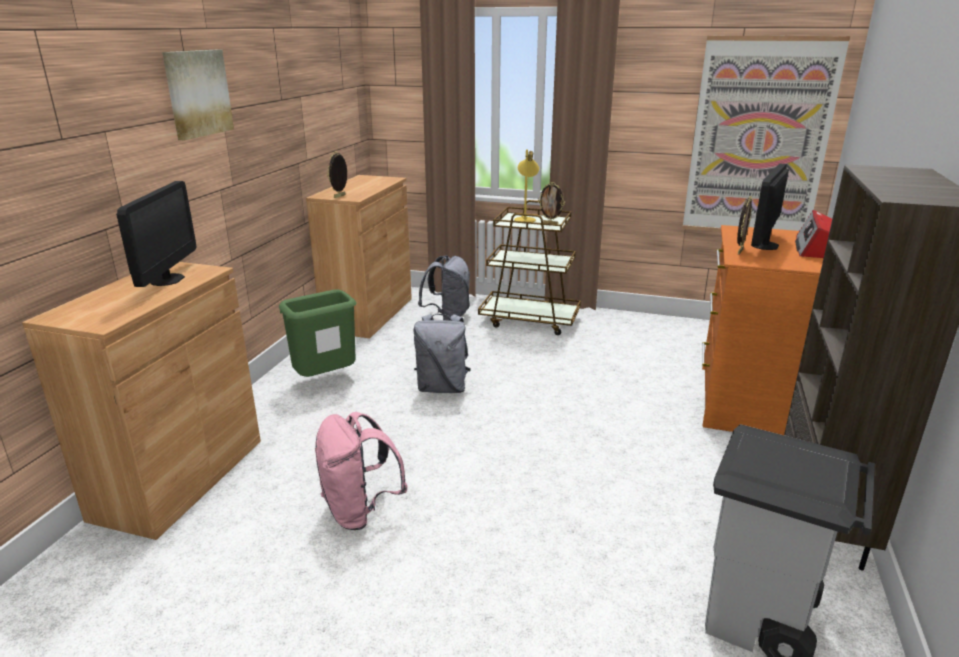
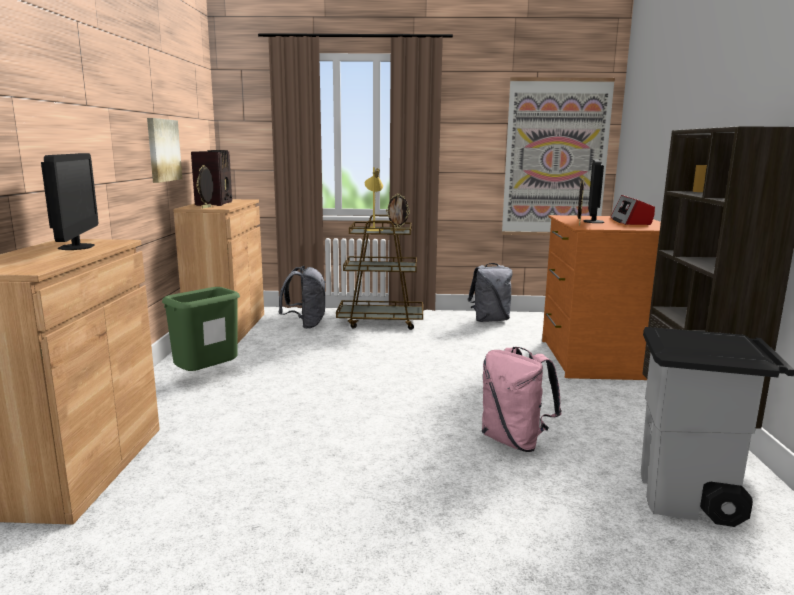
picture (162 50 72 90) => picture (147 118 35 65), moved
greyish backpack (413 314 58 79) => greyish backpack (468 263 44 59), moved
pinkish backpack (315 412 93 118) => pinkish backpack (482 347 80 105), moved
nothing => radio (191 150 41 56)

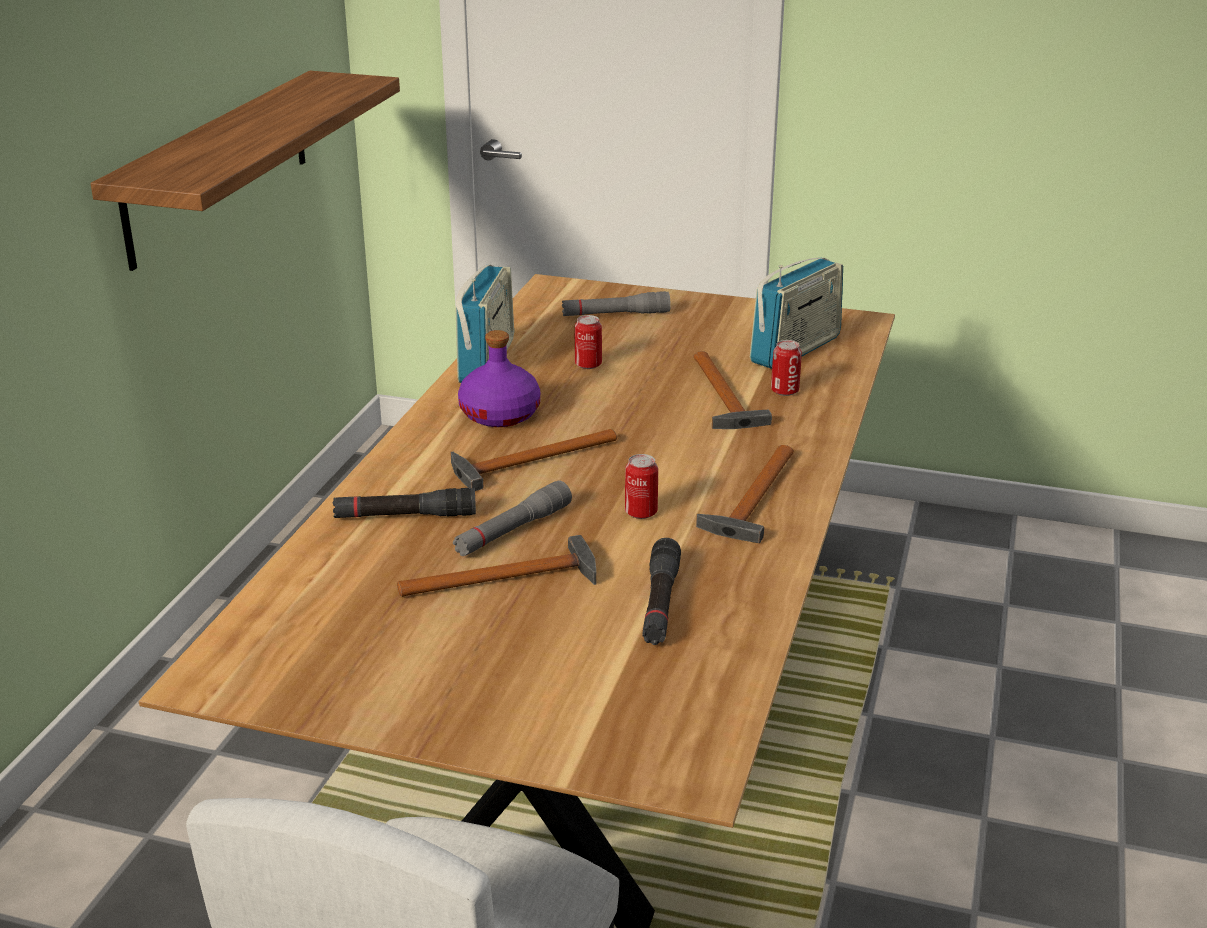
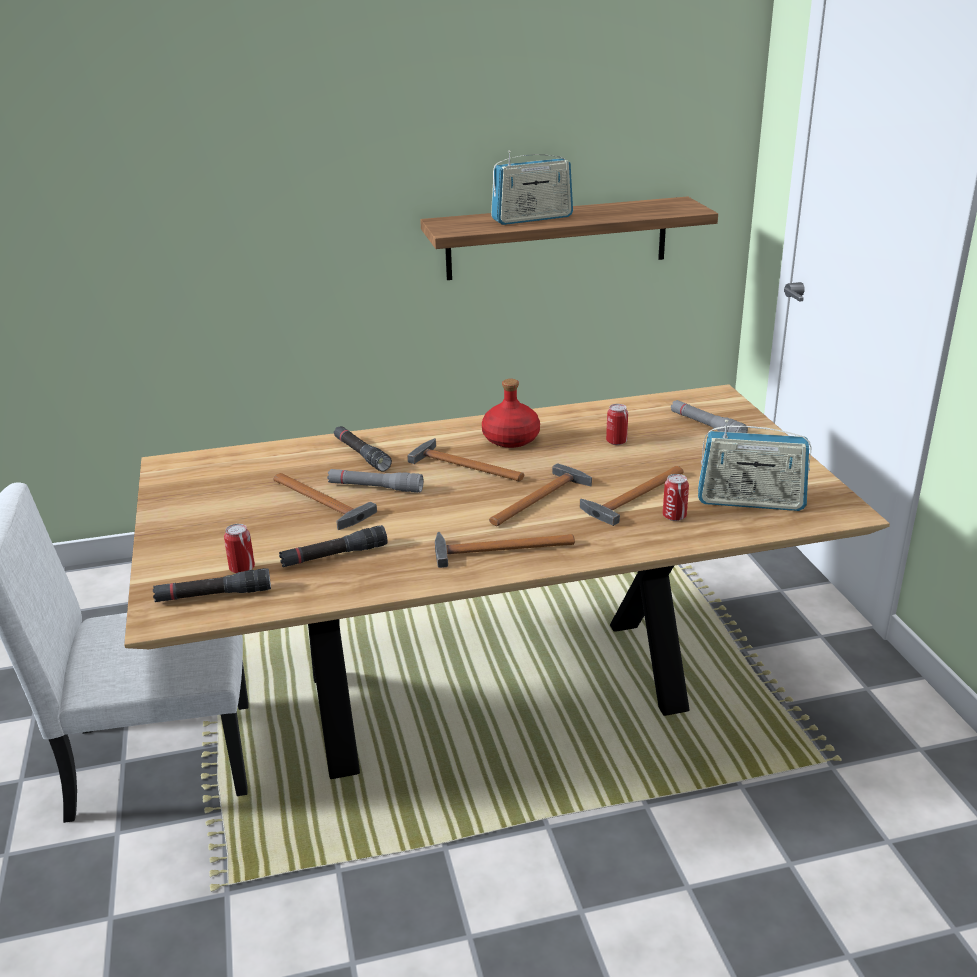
radio (455 264 59 119) => radio (491 150 82 75), moved
purplish beverage bottle (458 330 82 97) => reddish beverage bottle (482 379 58 69)
metal can (625 454 33 65) => metal can (224 524 31 49), moved
nothing => hammer (489 463 103 63)
nothing => blackish flashlight (153 568 118 34)

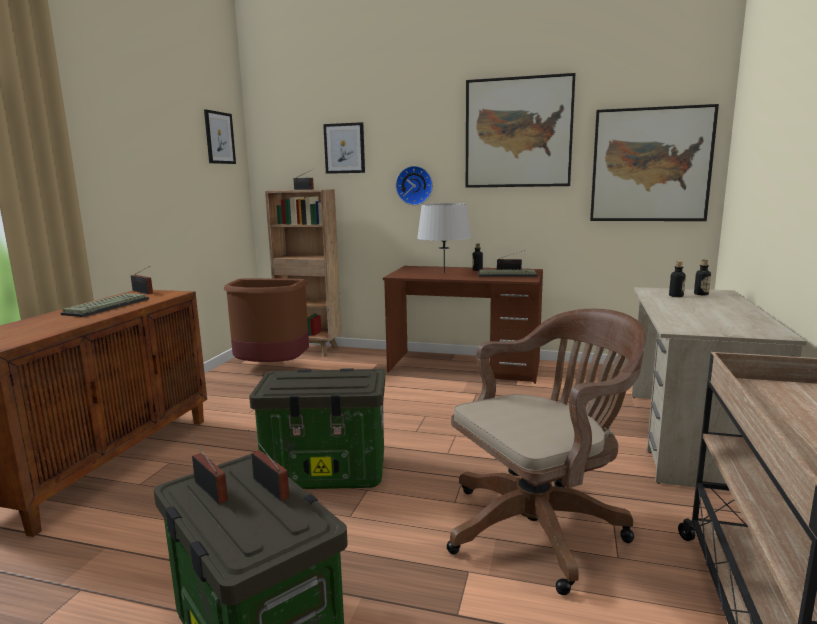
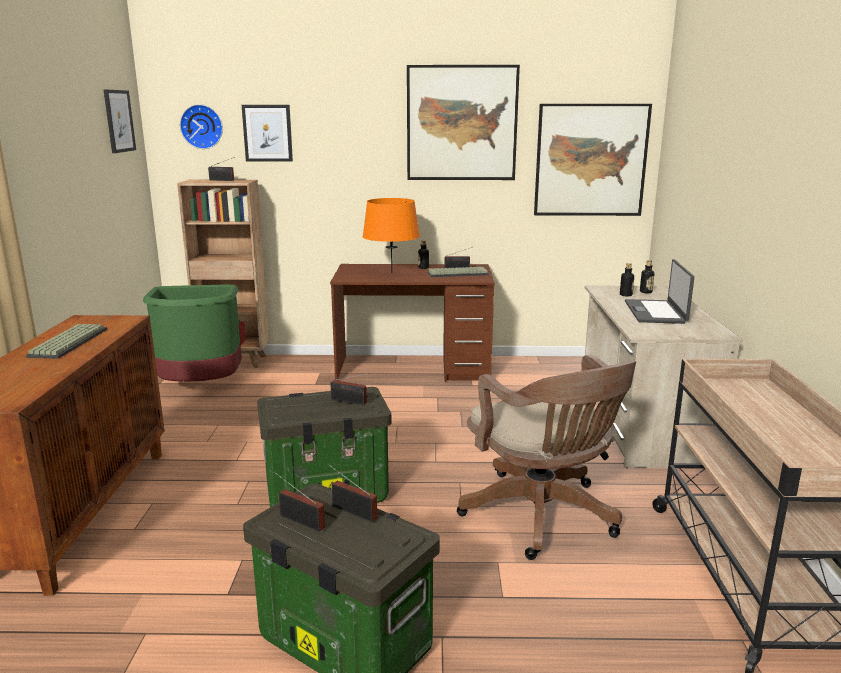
clock on the wall (396 166 37 39) => clock on the wall (180 104 43 45), moved
greyish table lamp (417 203 54 70) => orange-coloured table lamp (363 198 57 76)
radio (131 266 22 28) => radio (330 373 39 32), moved
brown trash can (224 278 85 84) => green trash can (143 284 99 98)
brown computer chair (447 309 199 286) => brown computer chair (457 355 179 205), 105 degrees clockwise
nothing => notebook computer (625 259 69 65)

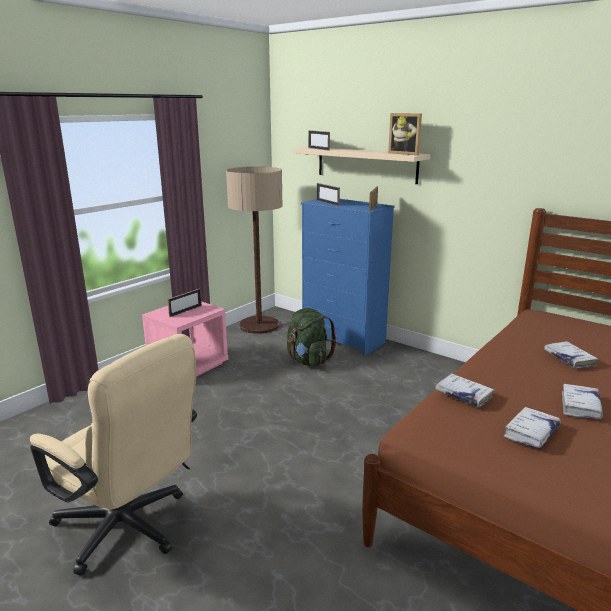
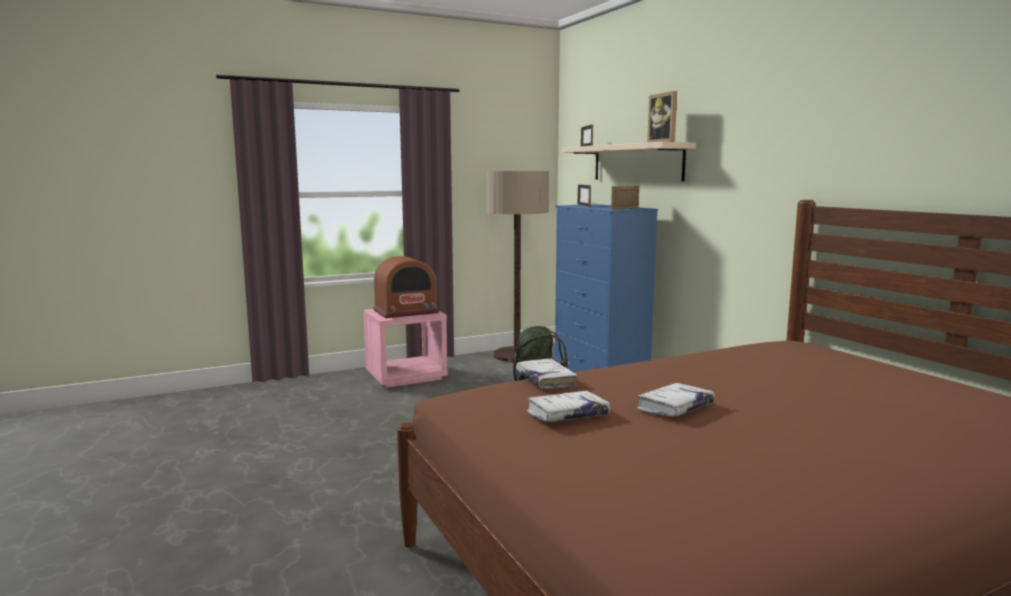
standing frame (167 288 35 29) => radio (373 256 66 62)
beige computer chair (30 334 167 242) => nothing
white book (544 341 55 27) => nothing

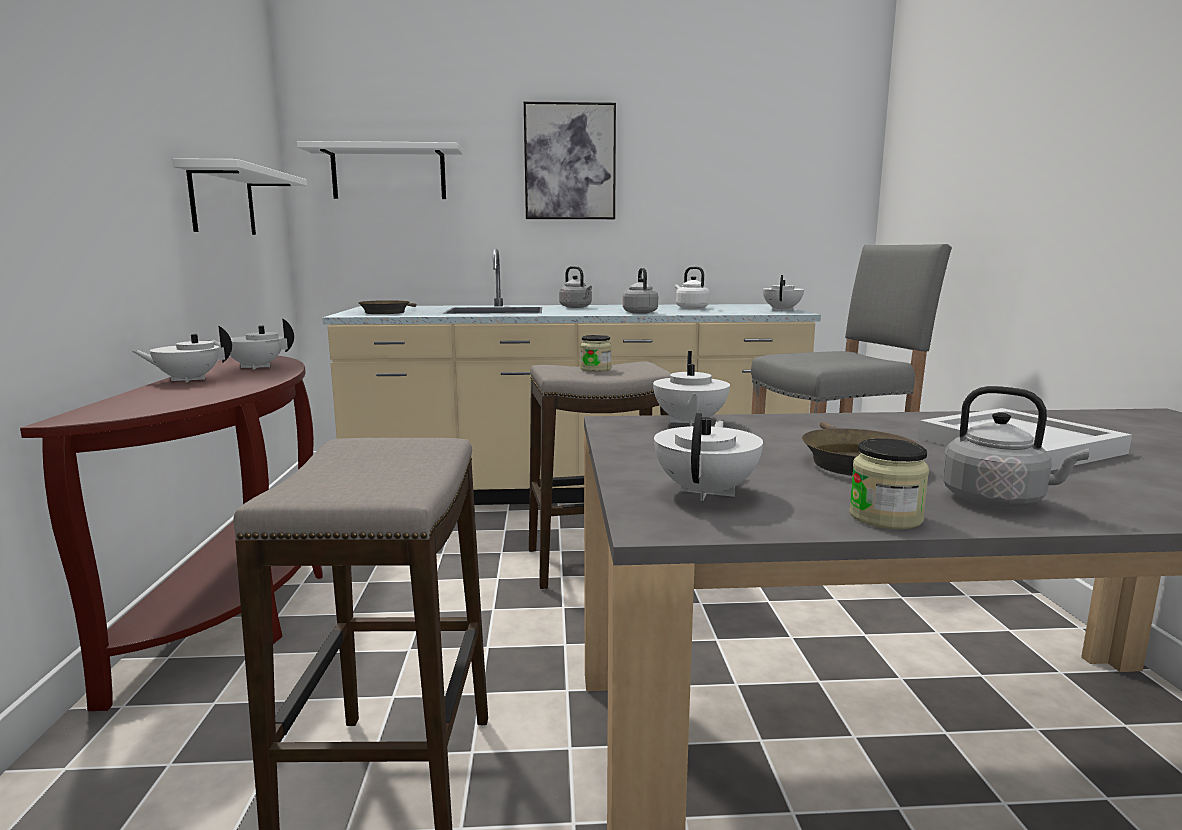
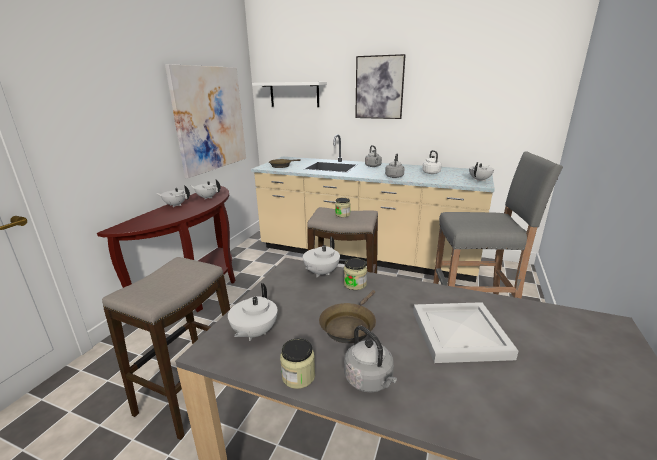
white bracket shelf (173 158 134 77) => picture (165 64 81 114)
white teapot (654 413 109 88) => white teapot (228 283 50 58), 150 degrees clockwise
nothing => storage jar (344 258 23 32)

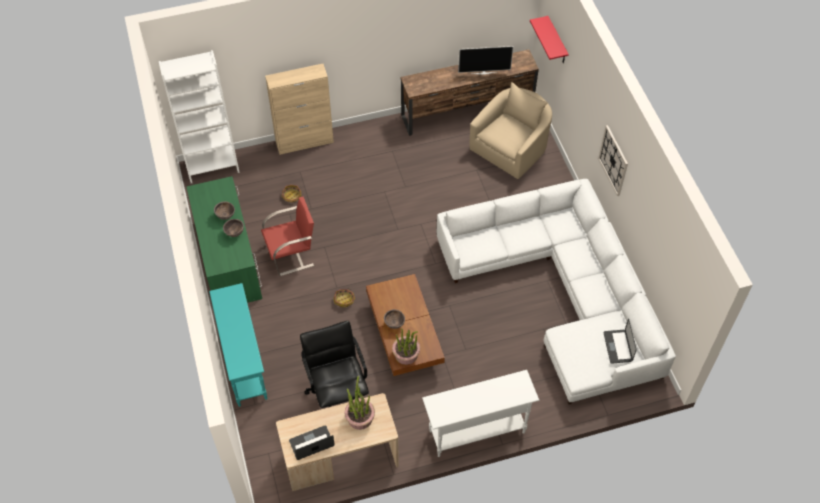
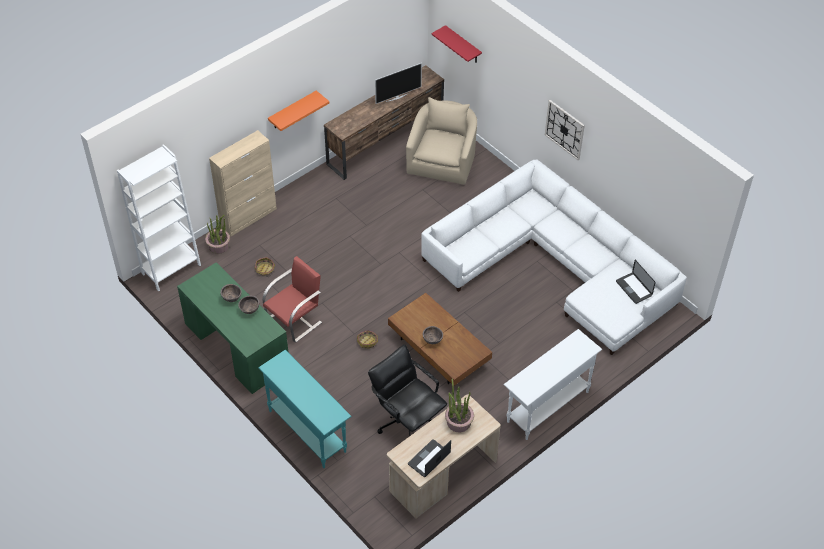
potted plant (392 328 28 37) => potted plant (205 215 25 39), moved
nothing => orange-coloured bracket shelf (268 90 61 41)

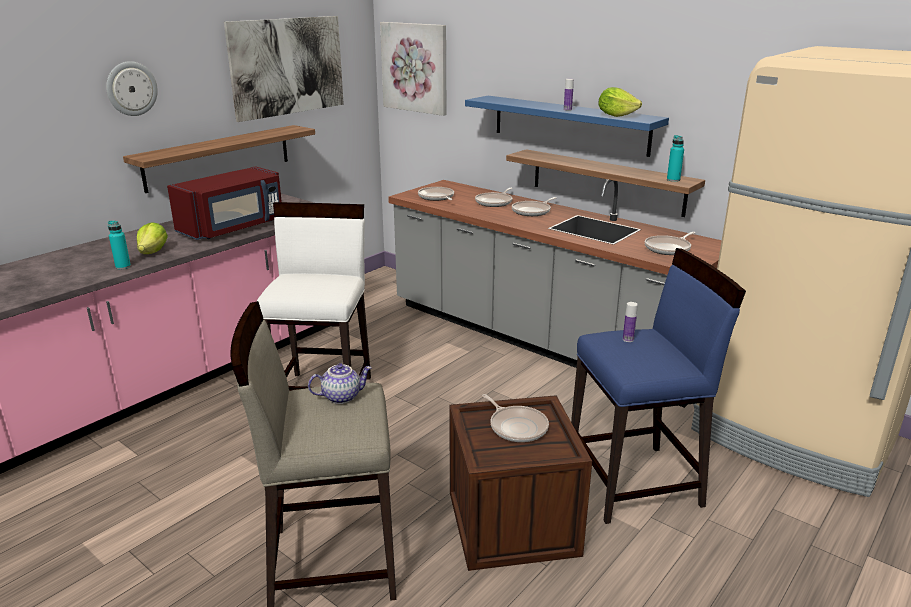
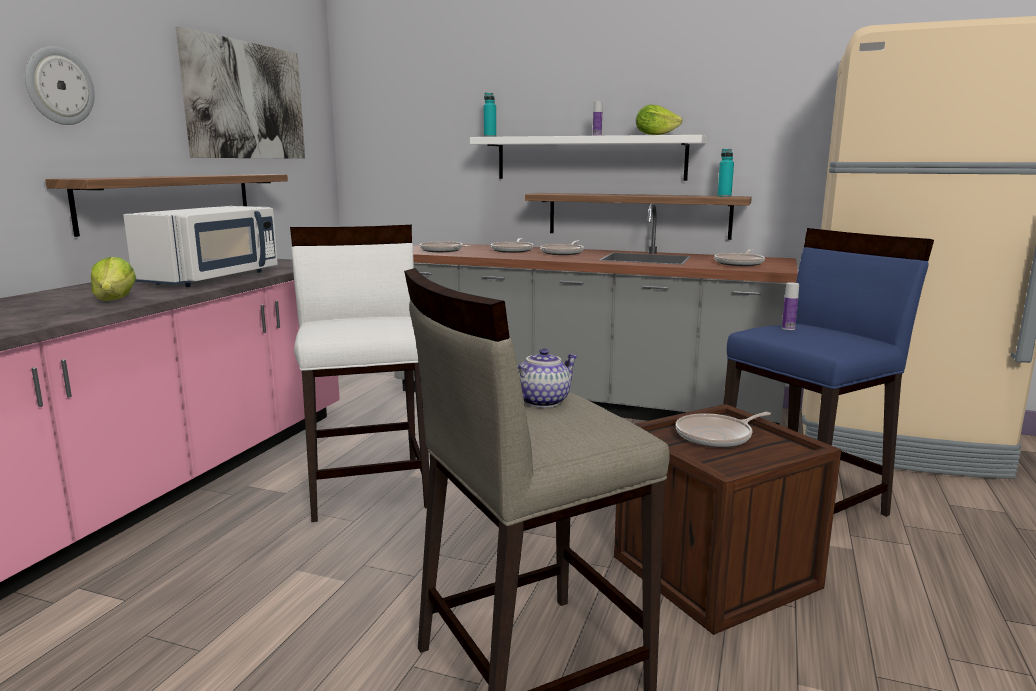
picture (380 22 67 94) => nothing
blue bracket shelf (465 96 204 61) => white bracket shelf (470 135 236 46)
reddish microwave (167 166 115 74) => white microwave (123 206 155 81)
blue-green beverage bottle (108 221 23 48) => blue-green beverage bottle (484 93 12 44), moved
pan (482 394 67 48) => pan (676 412 95 36), 120 degrees clockwise

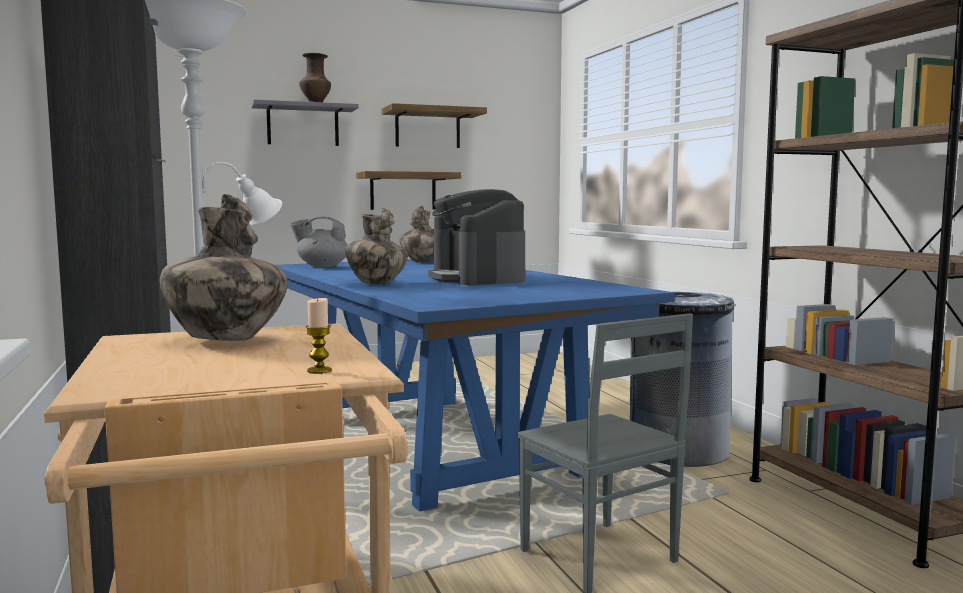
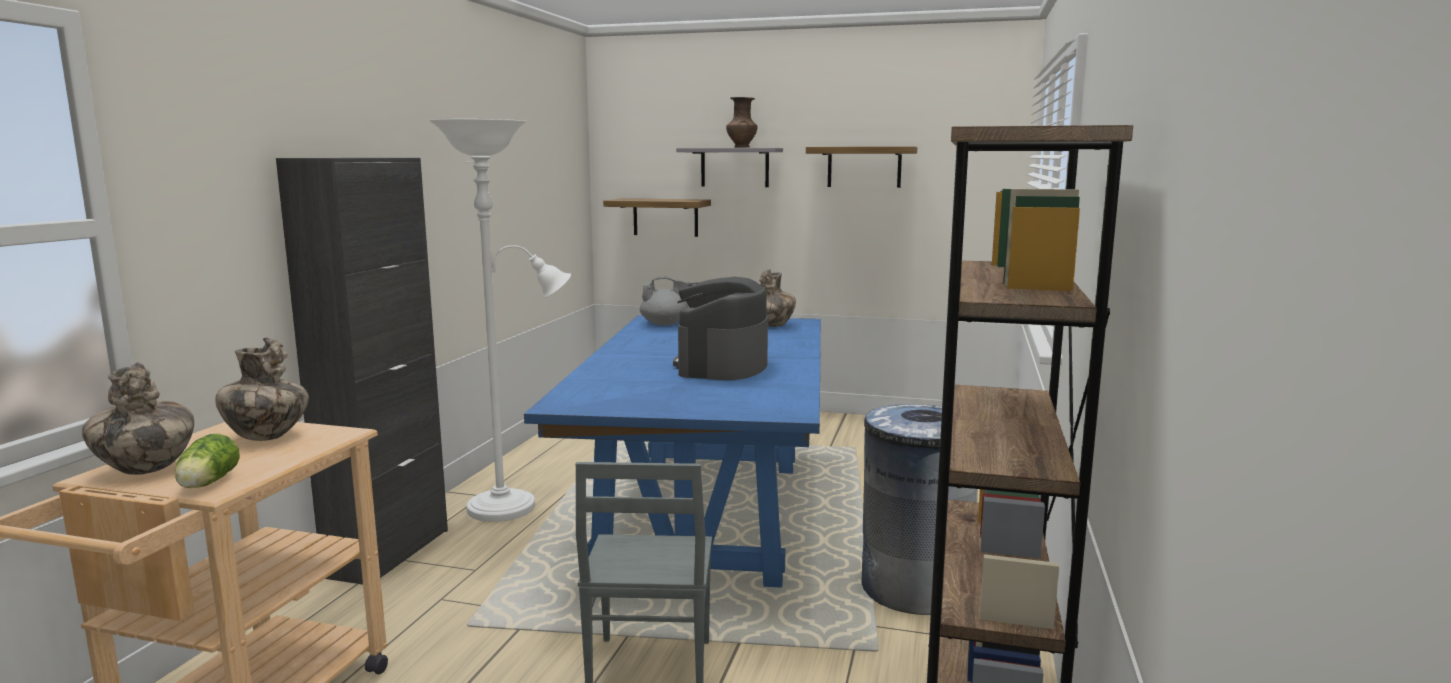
bracket shelf (356 171 105 39) => bracket shelf (603 198 108 39), moved
flower vase (345 208 63 77) => flower vase (82 362 112 113), moved
greyish teapot (290 216 57 52) => greyish teapot (640 277 51 48), 150 degrees clockwise
wax light (306 298 26 76) => lettuce head (175 434 65 54)

